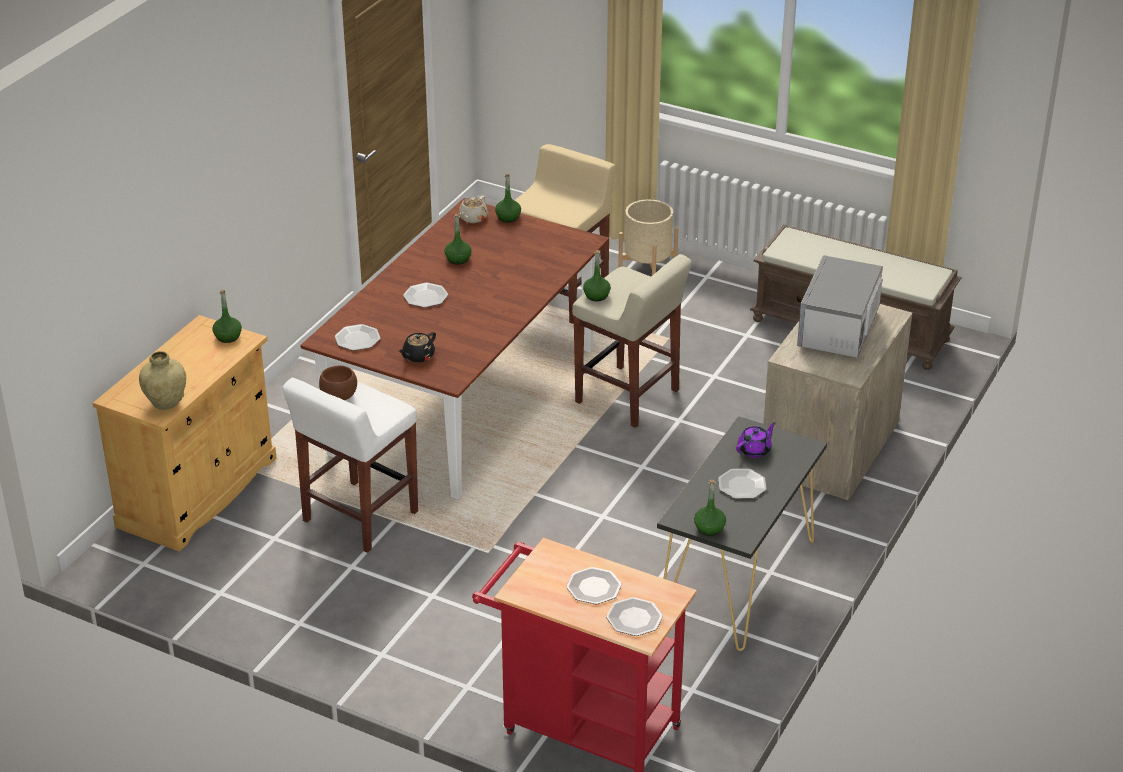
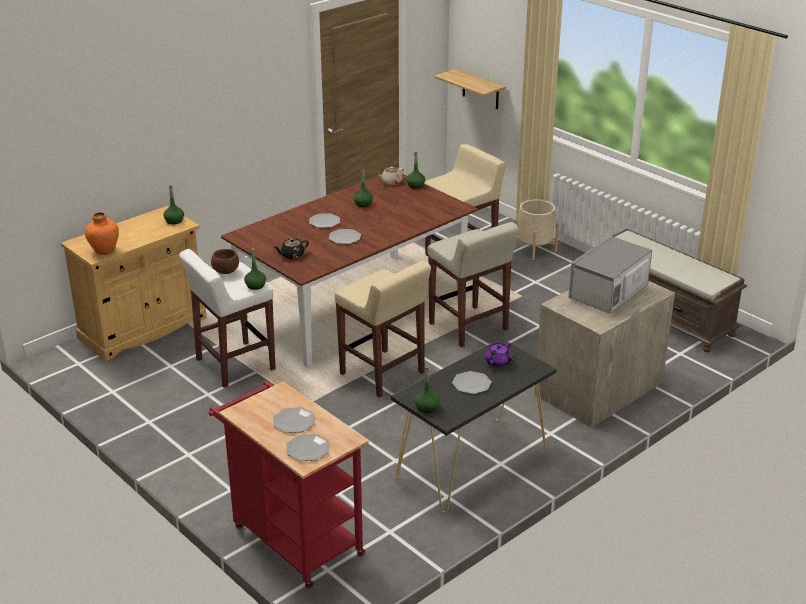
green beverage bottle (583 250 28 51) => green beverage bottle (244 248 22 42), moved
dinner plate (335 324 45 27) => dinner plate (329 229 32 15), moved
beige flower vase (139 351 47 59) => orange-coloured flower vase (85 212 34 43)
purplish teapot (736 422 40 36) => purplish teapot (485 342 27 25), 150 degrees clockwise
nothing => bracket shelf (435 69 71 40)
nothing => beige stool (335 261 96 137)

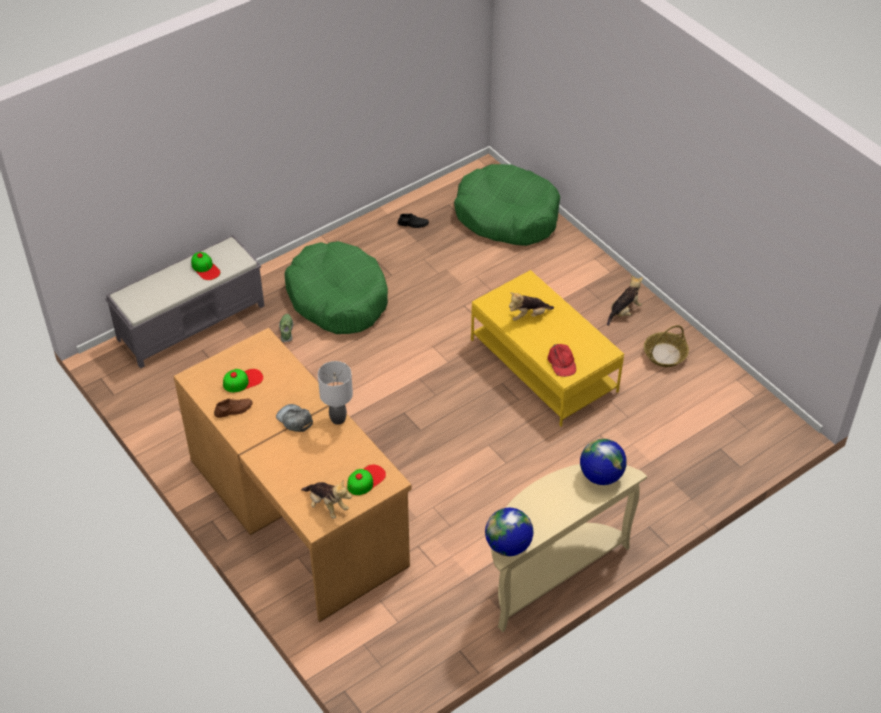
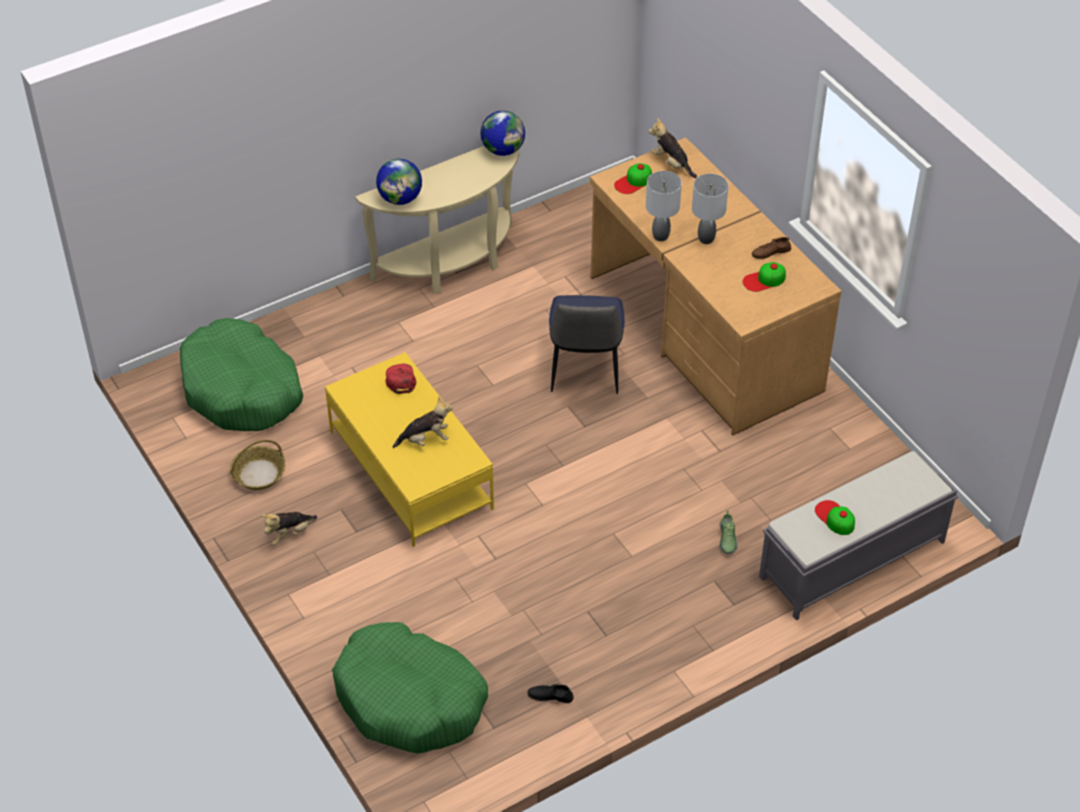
green dog cushion (285 241 103 93) => green dog cushion (180 318 123 113), moved
greyish cap (276 404 37 28) => greyish table lamp (692 174 36 70)
nothing => plain chair (549 295 76 99)

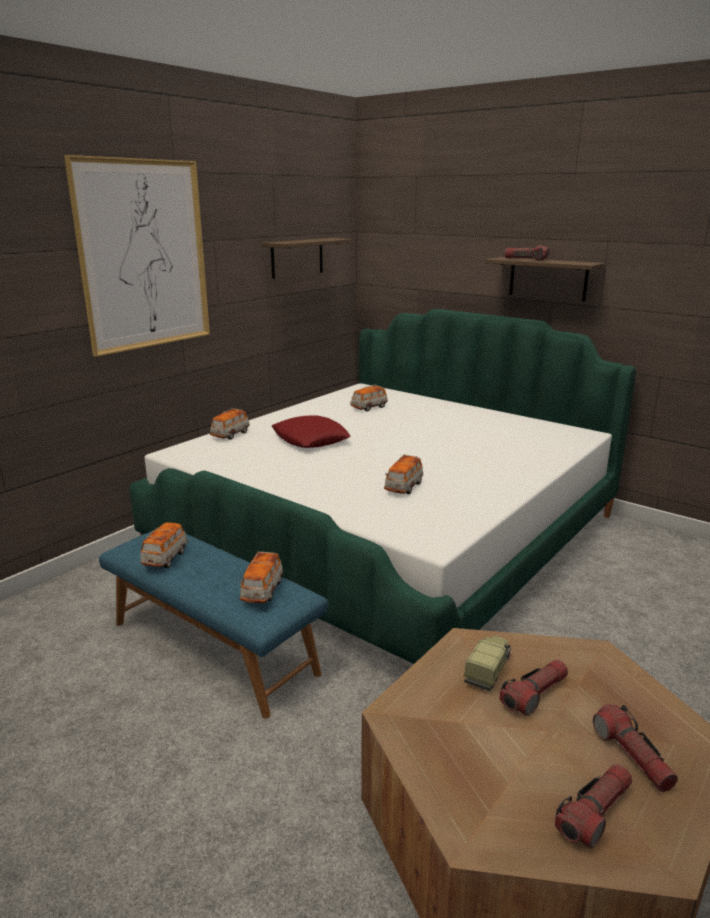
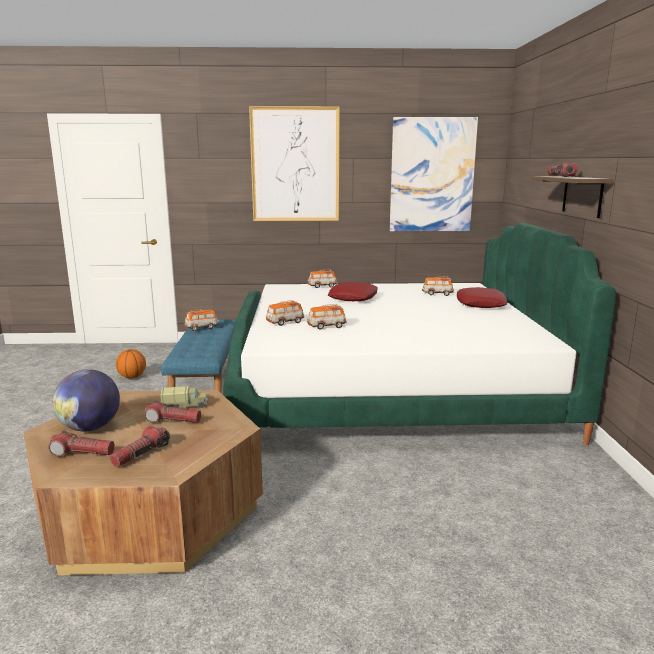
bracket shelf (261 238 91 41) => picture (390 117 88 114)
miniature car (239 551 44 52) => miniature car (266 300 38 26), moved
nothing => reddish throw pillow (457 287 50 21)
nothing => basketball ball (116 349 30 29)
nothing => world globe (53 369 67 63)

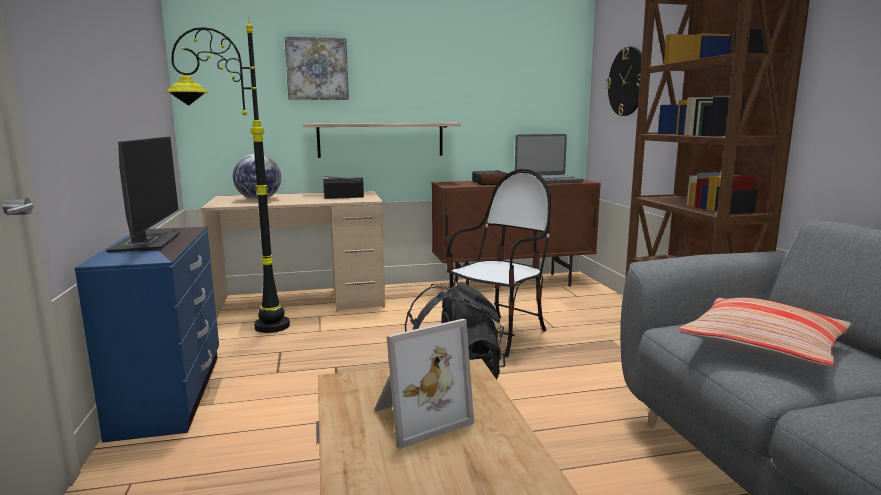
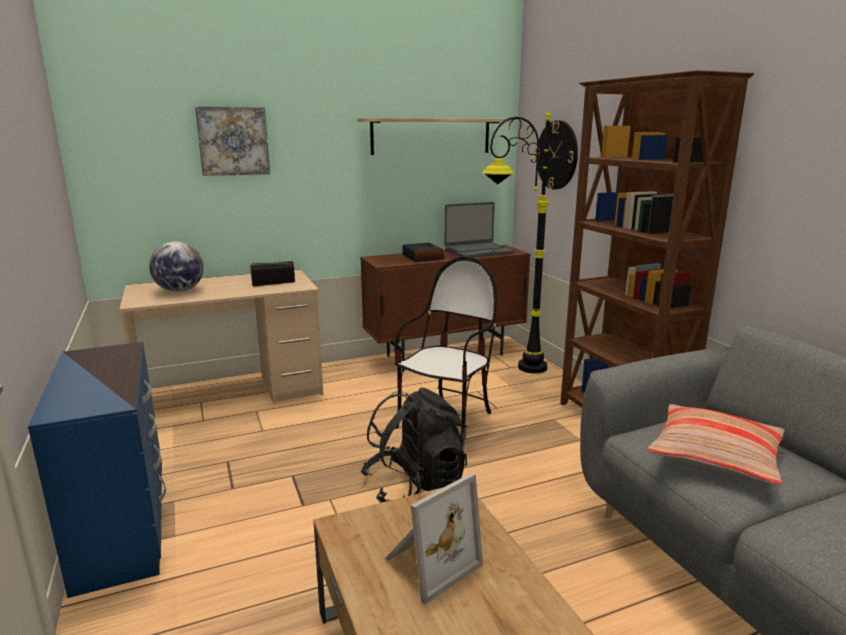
blackish floor lamp (166 16 124 317) => blackish floor lamp (481 107 70 266), moved
bracket shelf (303 123 158 35) => bracket shelf (357 118 157 37), moved
monitor (106 136 74 116) => nothing

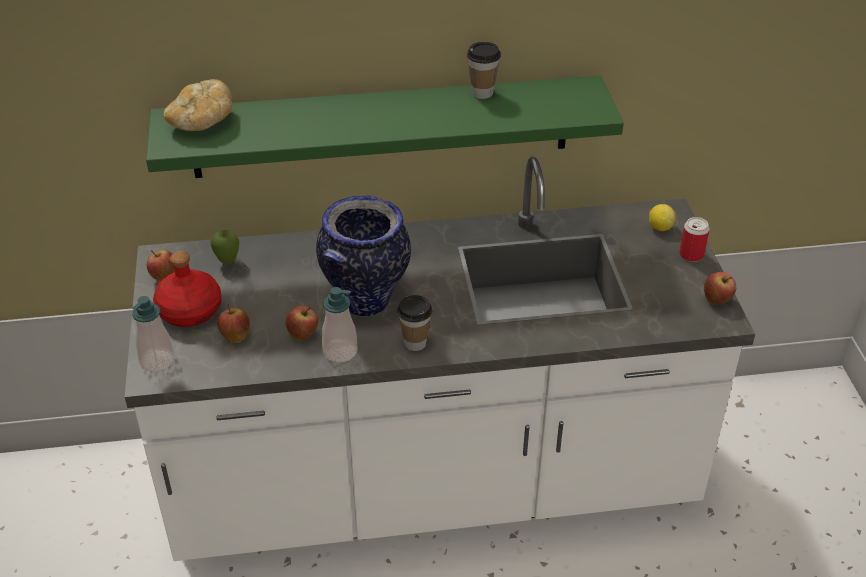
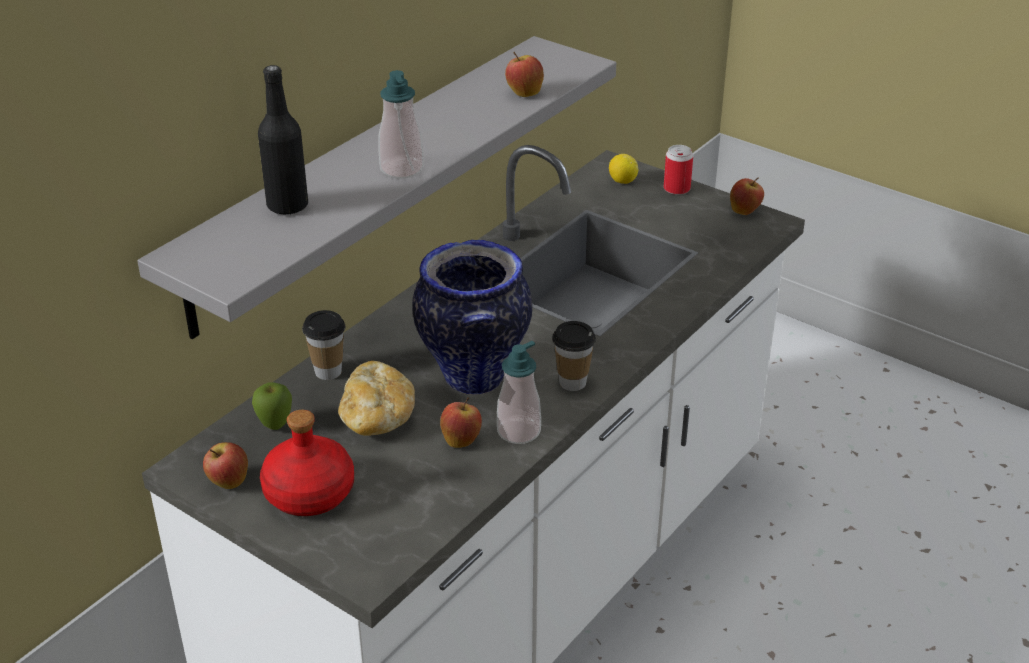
cup (467 42 34 57) => cup (302 310 43 70), moved
green bracket shelf (146 76 478 102) => greyish bracket shelf (137 36 479 303)
bread (164 79 68 52) => bread (338 361 77 75), moved
soap bottle (132 296 42 76) => soap bottle (379 70 45 109), moved
apple fruit (217 304 33 39) => apple fruit (505 52 39 45), moved
nothing => blackish beverage bottle (258 65 50 150)

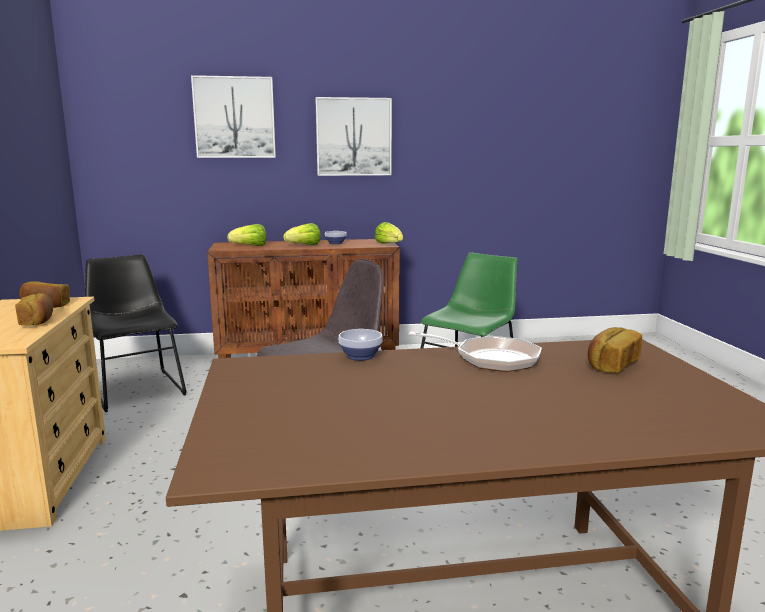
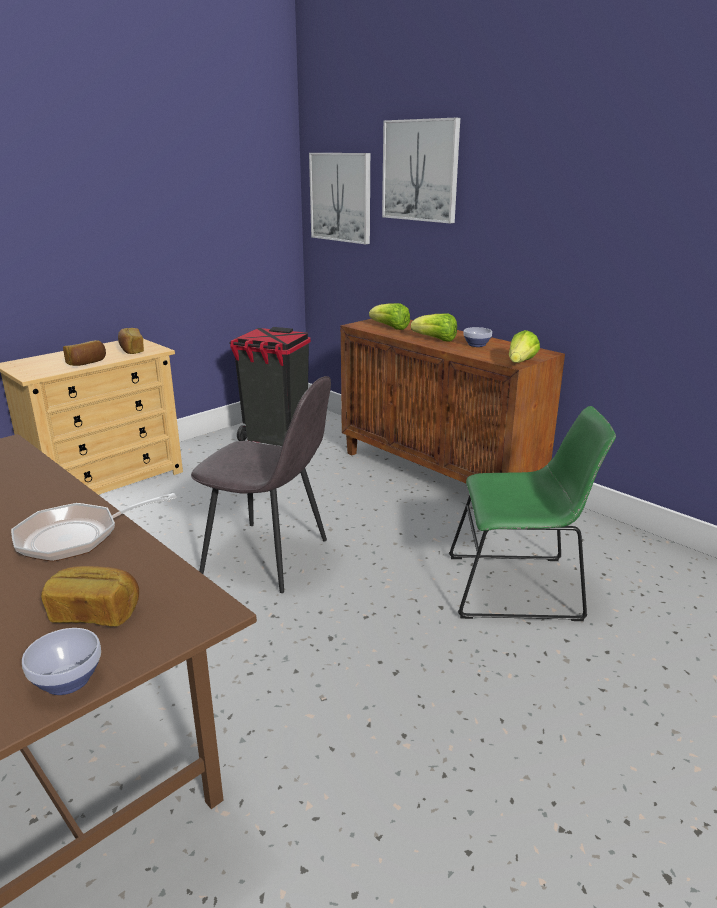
picture (315 97 77 79) => picture (309 153 61 91), moved
blackish plain chair (85 254 102 158) => blackish trash can (230 327 81 119)
serving bowl (339 329 44 32) => serving bowl (22 628 79 67), moved
pan (408 332 134 40) => pan (11 493 166 69), 75 degrees clockwise

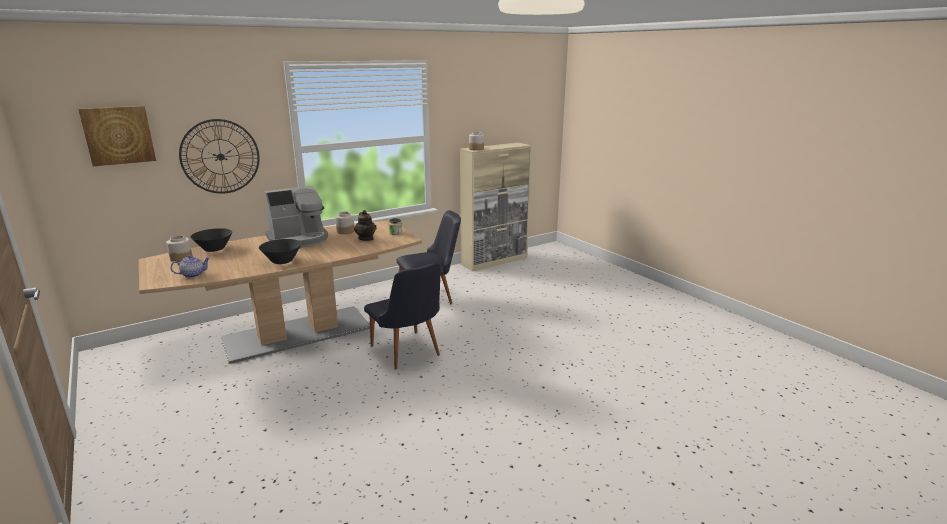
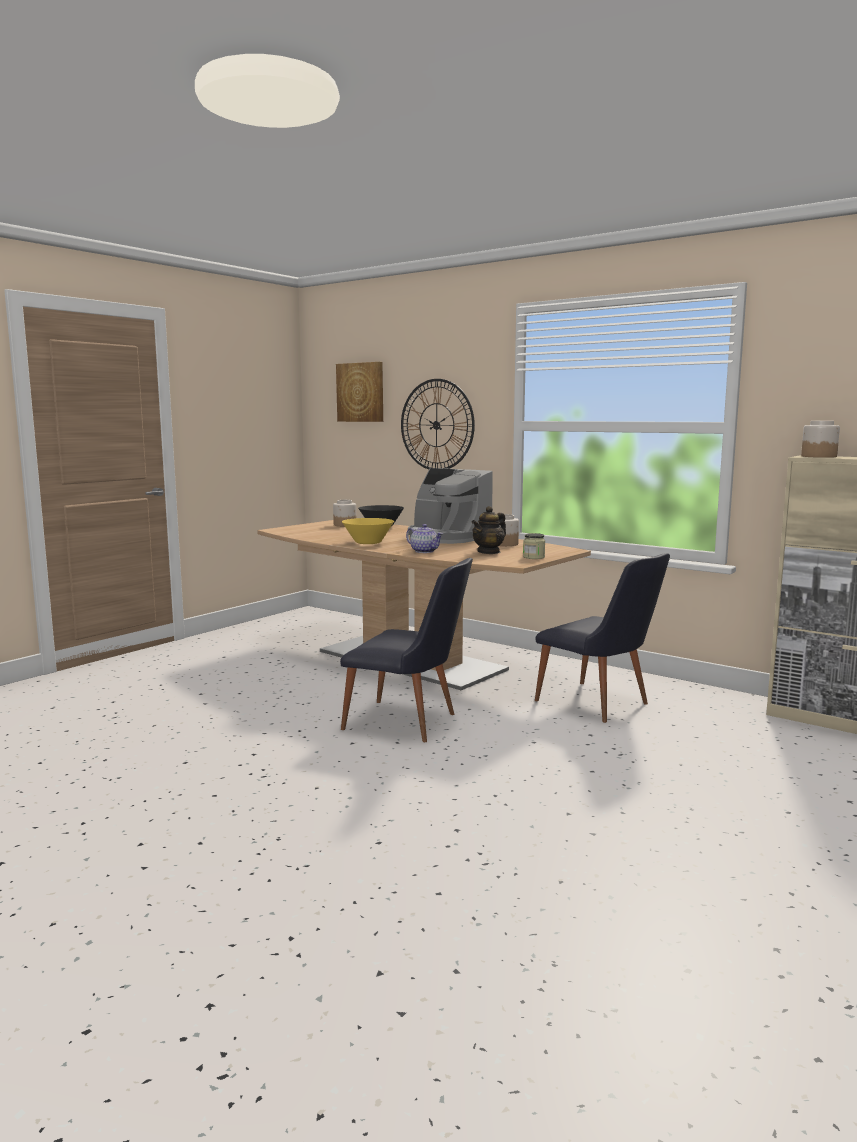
blackish serving bowl (259 239 43 25) => yellowish serving bowl (342 518 52 26)
teapot (170 255 40 23) => teapot (406 524 37 29), moved
blackish plain chair (364 263 77 107) => blackish plain chair (340 558 133 184), 105 degrees counterclockwise

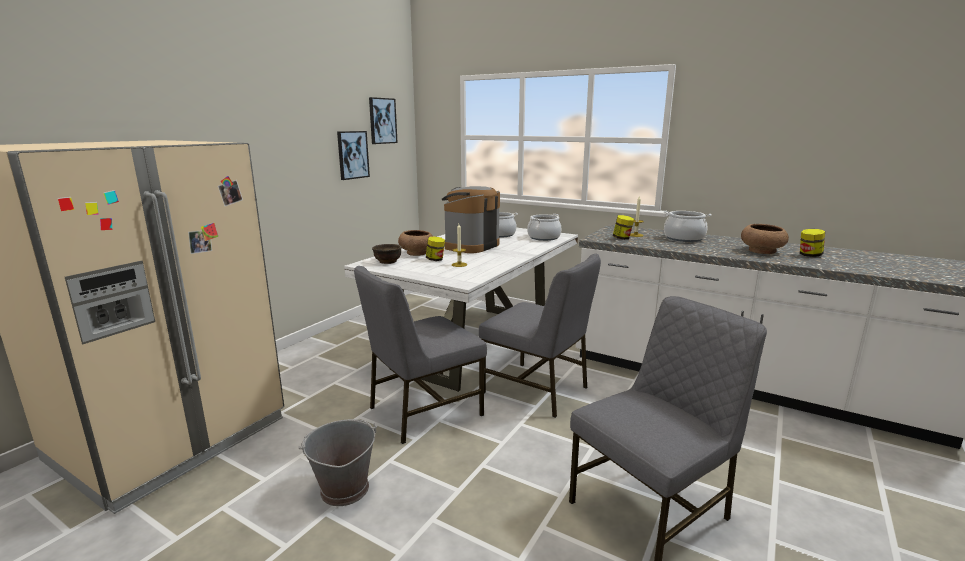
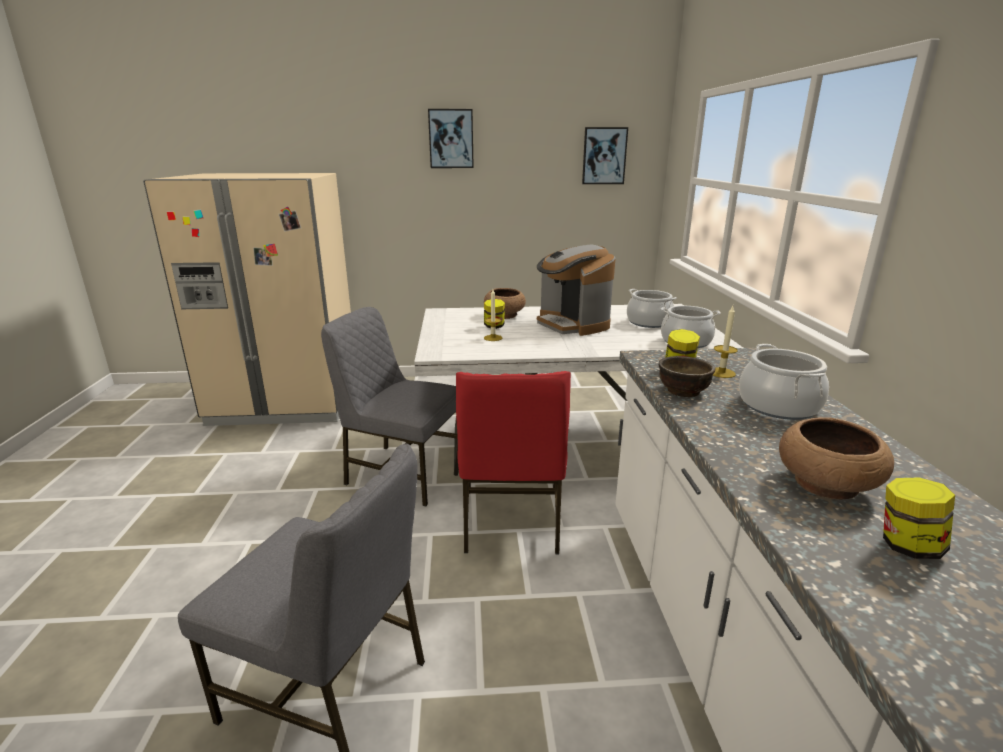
picture (337 131 33 49) => picture (428 109 46 59), moved
coffee machine (442 186 58 67) => coffee machine (537 245 79 91), 120 degrees counterclockwise
brown serving bowl (372 244 30 20) => brown serving bowl (659 356 56 41), moved
greyish plain chair (479 254 122 164) => reddish plain chair (456 371 115 183)
greyish pail (298 419 79 87) => nothing

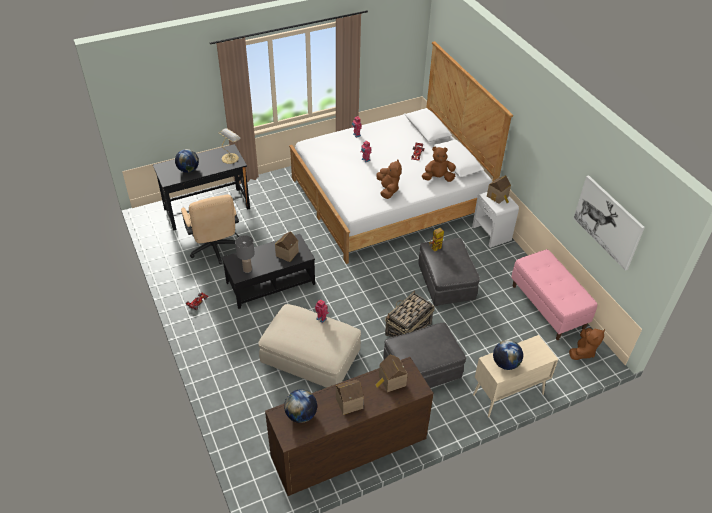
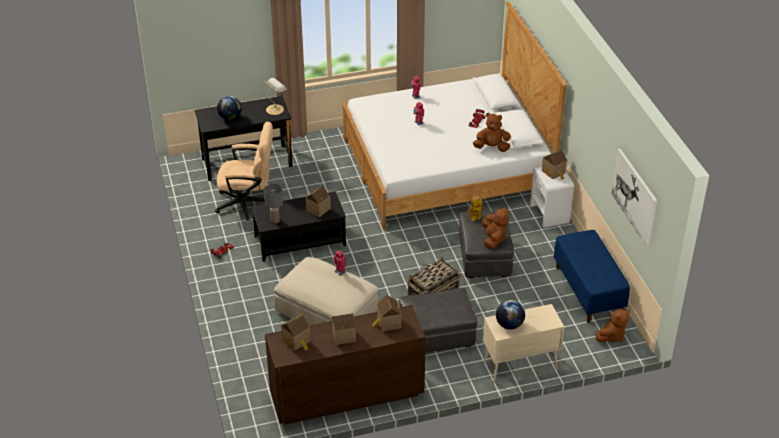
brown cuddly toy (376 159 26 40) => brown cuddly toy (482 206 27 43), moved
beige computer chair (181 195 58 69) => beige computer chair (215 122 58 98), 75 degrees counterclockwise
pinkish long seat (511 249 87 91) => blue long seat (554 230 76 93)
world globe (284 389 33 34) => miniature house (281 314 30 37)

